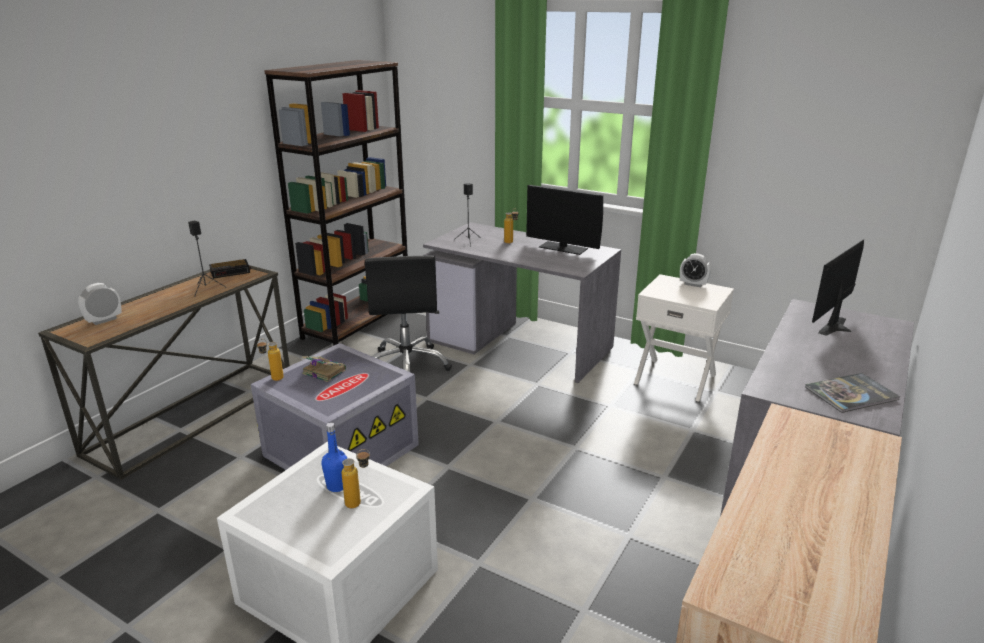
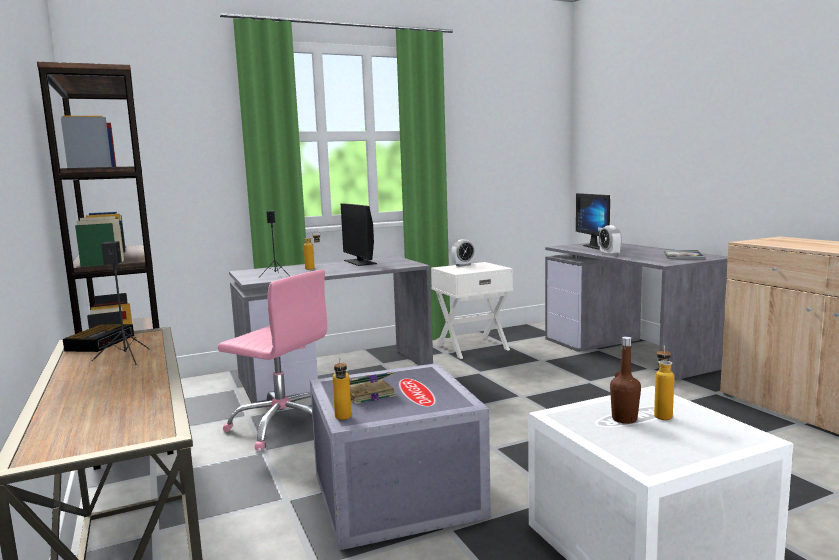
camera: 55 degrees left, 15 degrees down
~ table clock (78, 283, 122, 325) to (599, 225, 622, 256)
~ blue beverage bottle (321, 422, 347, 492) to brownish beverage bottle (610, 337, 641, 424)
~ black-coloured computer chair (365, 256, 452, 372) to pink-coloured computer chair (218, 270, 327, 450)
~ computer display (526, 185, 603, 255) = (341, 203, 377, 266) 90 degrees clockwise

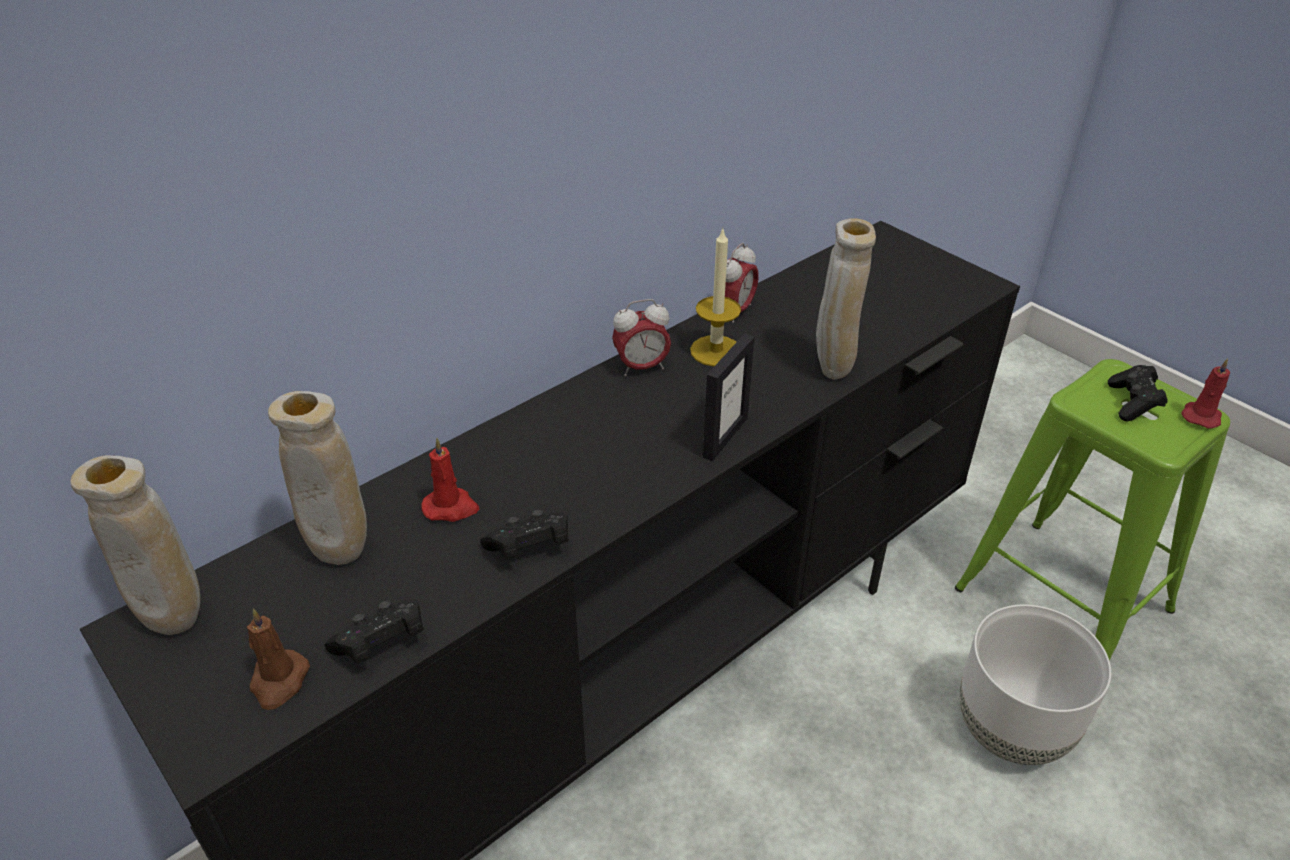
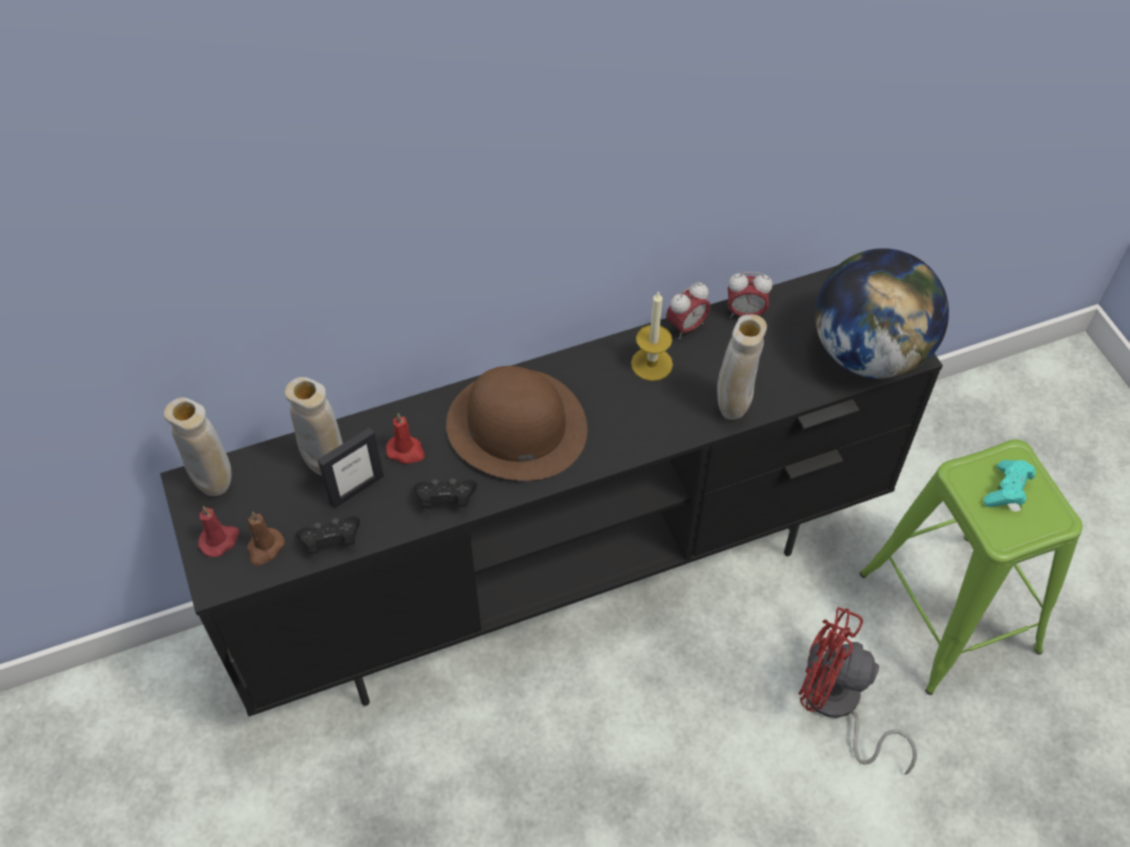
camera: 20 degrees right, 15 degrees up
+ brownish clothing hat (446, 366, 587, 481)
+ desk globe (815, 248, 949, 379)
~ table clock (612, 299, 671, 376) to (728, 272, 773, 318)
~ picture frame (702, 334, 754, 461) to (318, 427, 384, 509)
~ red-coloured candle (1181, 358, 1230, 429) to (198, 506, 239, 557)
~ white-coloured plant pot (960, 605, 1111, 765) to red-coloured cooling fan (798, 607, 917, 775)
~ black-coloured joypad (1108, 365, 1168, 421) to blue-green joypad (984, 460, 1036, 507)

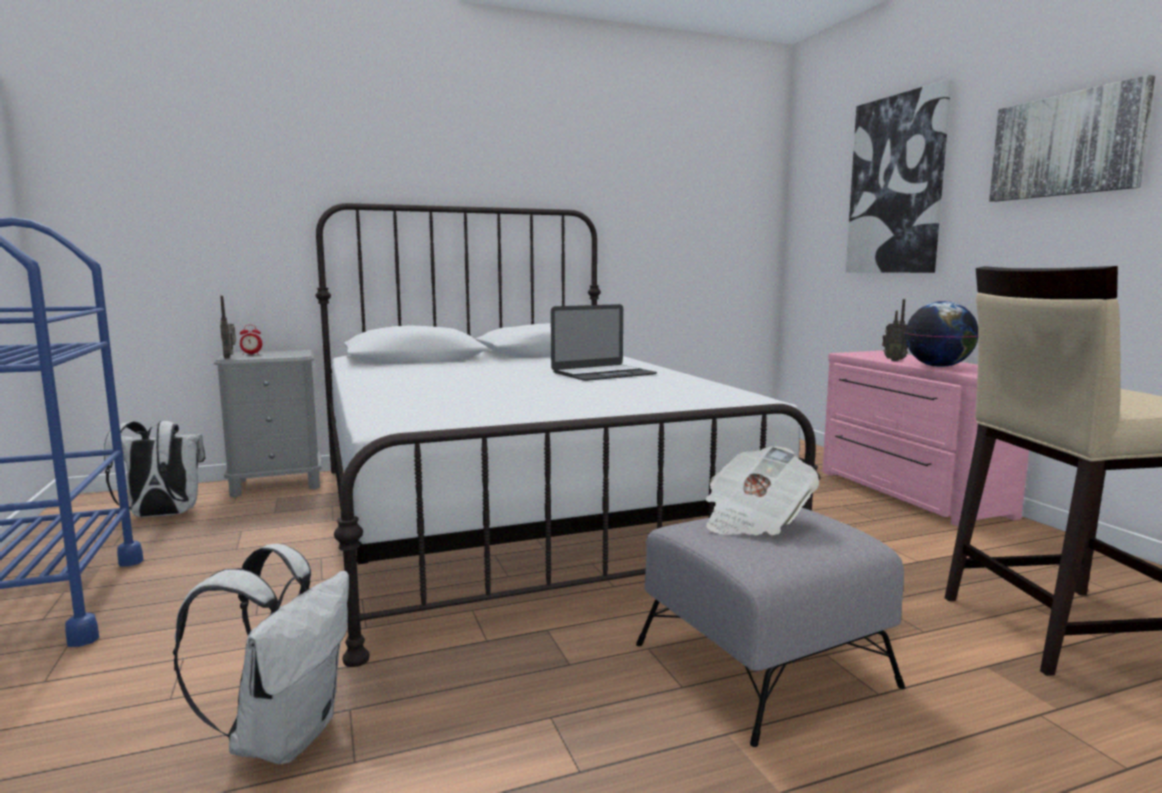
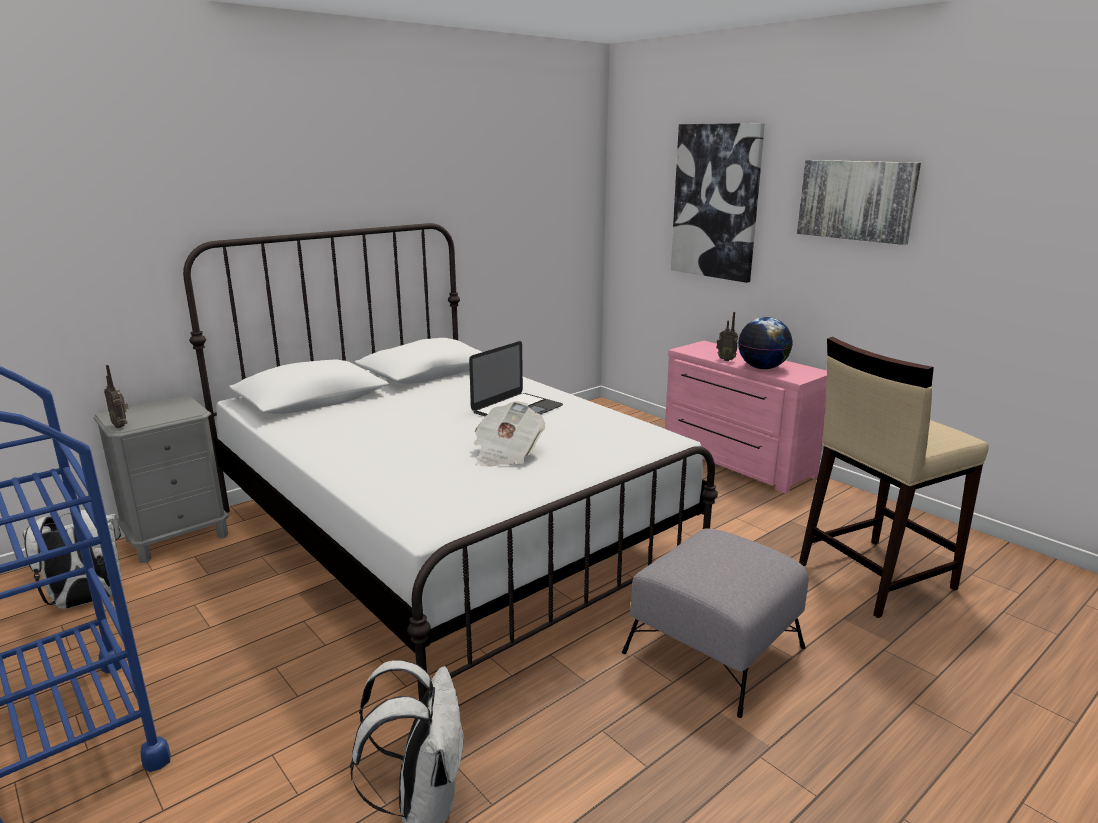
camera: 20 degrees left, 10 degrees up
- table clock (240, 325, 262, 355)
~ newspaper (706, 446, 819, 535) to (474, 401, 545, 467)

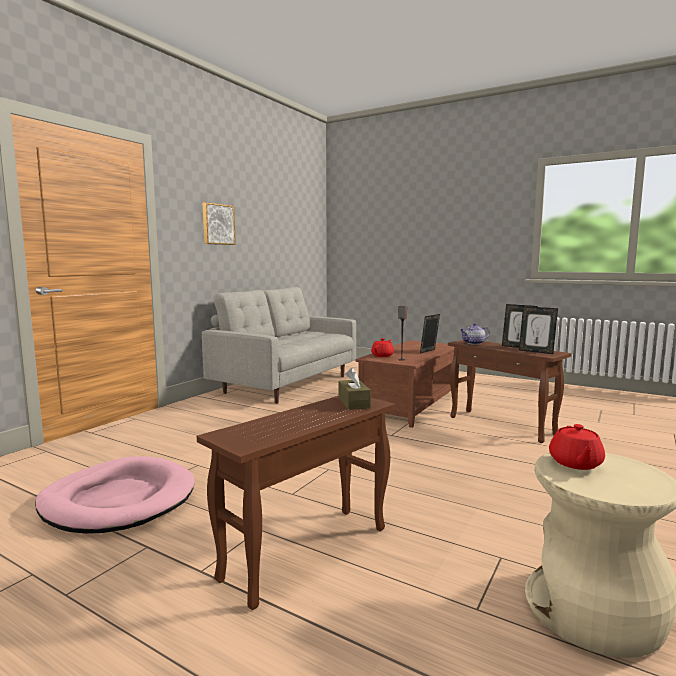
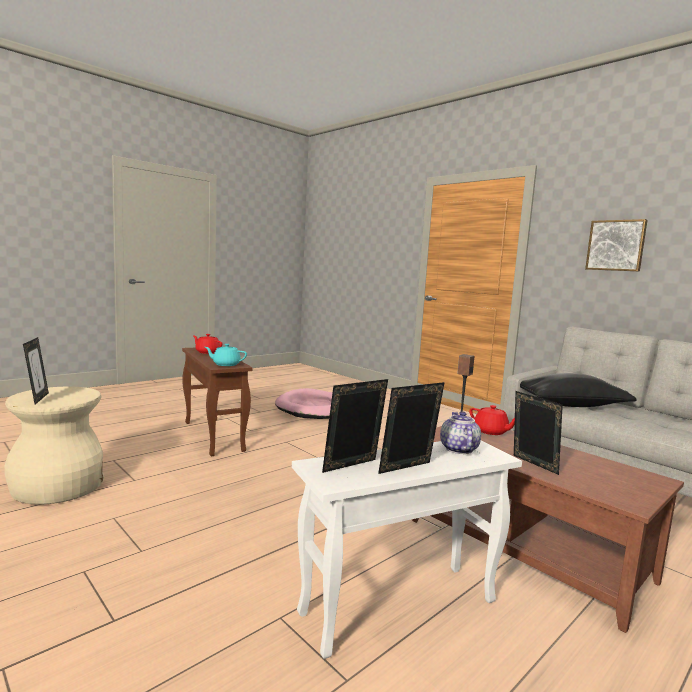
camera: 105 degrees right, 0 degrees up
+ picture frame (23, 337, 49, 405)
+ black-coloured cushion (520, 373, 636, 407)
~ red-coloured tea pot (549, 424, 605, 470) to (193, 334, 222, 354)
~ brownish tissue holder (339, 368, 371, 410) to blue-green tea pot (205, 344, 247, 366)
~ brownish end table (448, 340, 571, 443) to white-coloured end table (292, 441, 522, 659)

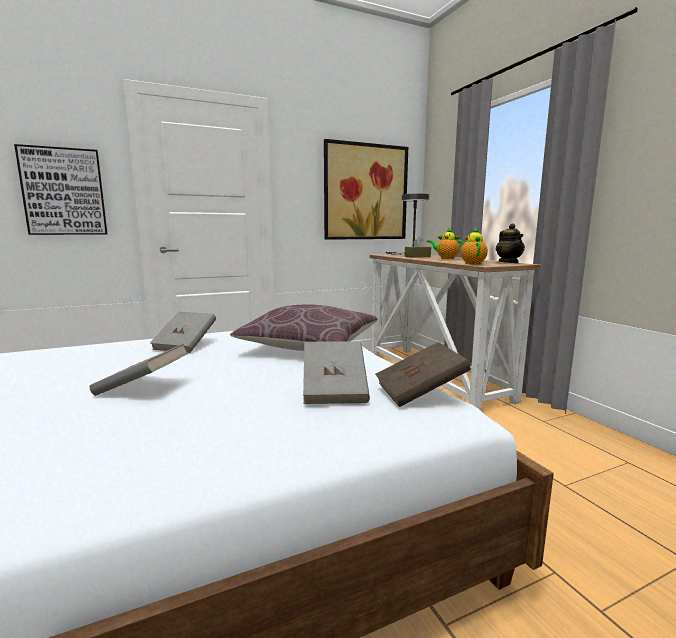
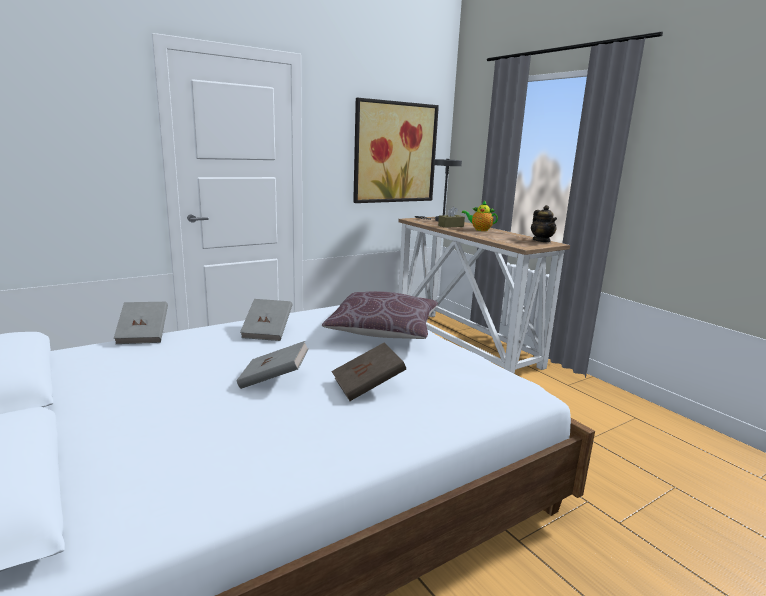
camera: 10 degrees left, 5 degrees up
- wall picture (14, 144, 107, 235)
- tea pot (461, 227, 488, 265)
~ greyish volume (303, 341, 370, 404) to (114, 302, 168, 344)
~ brownish volume (375, 342, 471, 407) to (331, 342, 406, 401)

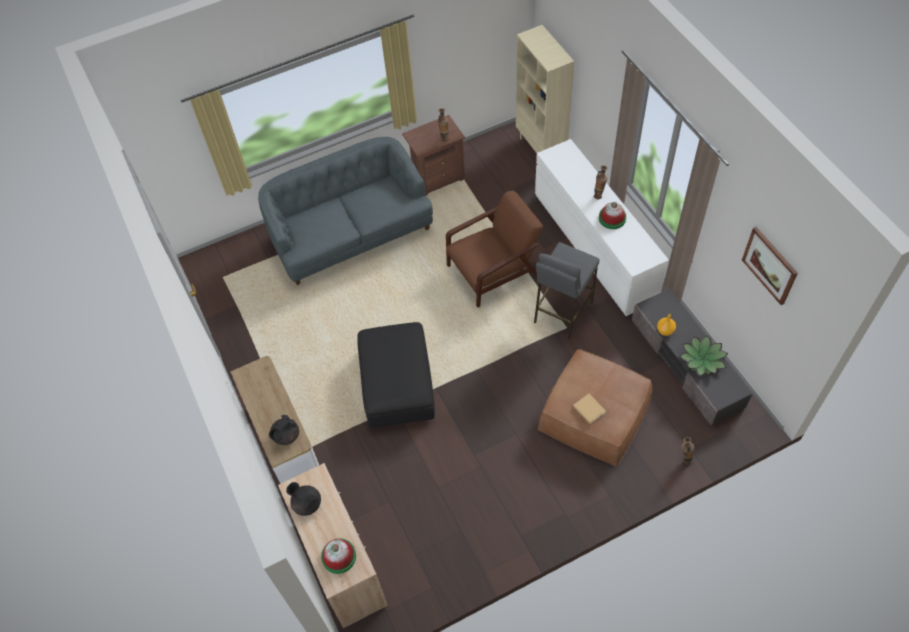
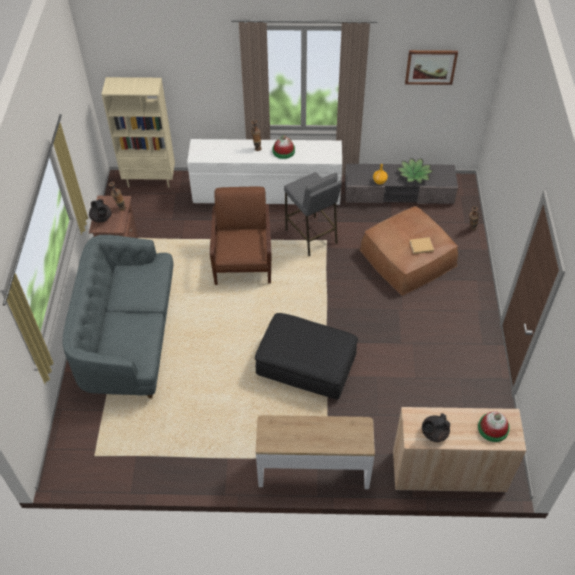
camera: 65 degrees left, 5 degrees down
~ black-coloured tea pot (269, 415, 299, 445) to (89, 199, 112, 223)

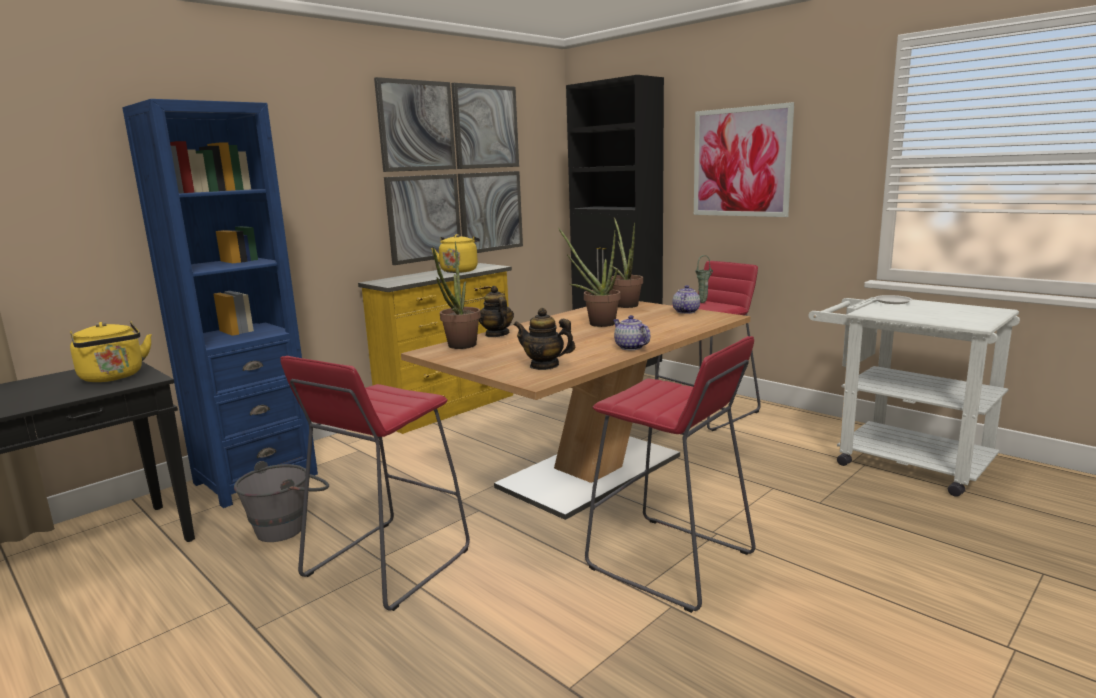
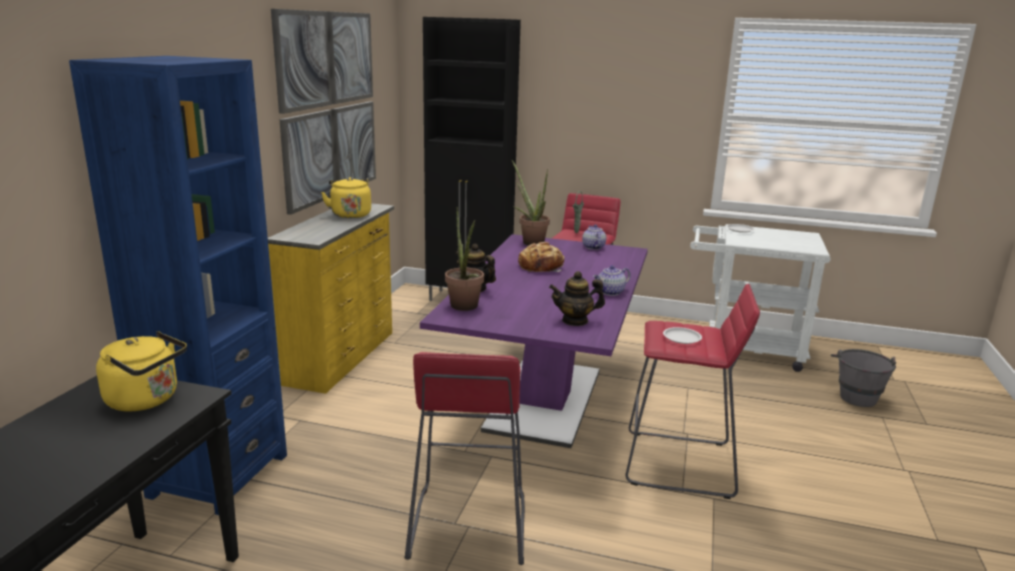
camera: 30 degrees left, 5 degrees up
- wall picture (694, 102, 794, 217)
+ white-coloured flat dish (663, 327, 702, 344)
~ greyish water bucket (234, 461, 329, 542) to (831, 349, 896, 407)
~ potted plant (558, 228, 621, 327) to bread (518, 242, 564, 272)
~ brownish dinner table (401, 301, 750, 520) to purplish dinner table (420, 234, 648, 448)
~ tea pot (613, 315, 651, 350) = (593, 265, 631, 296) 60 degrees counterclockwise

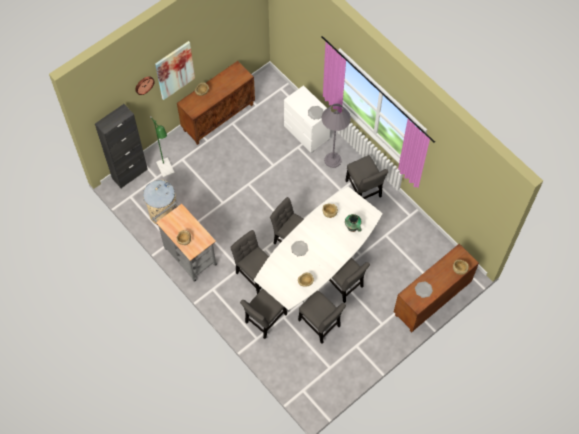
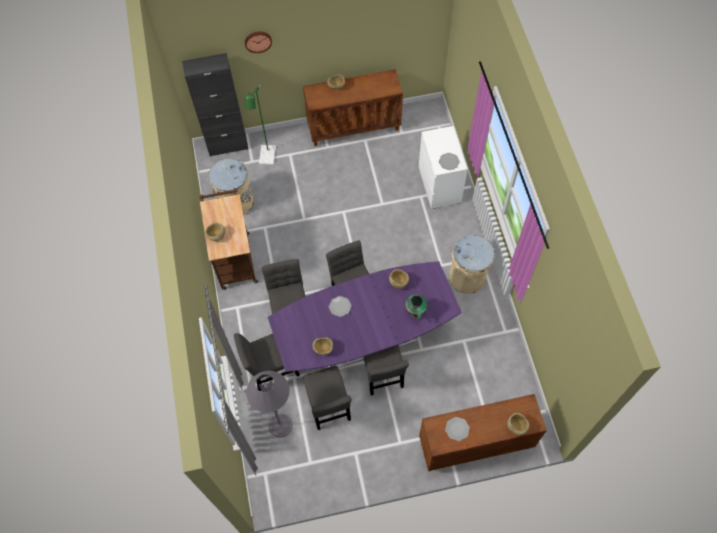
camera: 30 degrees right, 0 degrees up
- wall picture (155, 41, 195, 100)
~ greyish standard lamp (322, 104, 351, 168) to (246, 371, 292, 437)
~ greyish plain chair (345, 155, 388, 199) to beige waste bin (449, 235, 495, 294)
~ greyish cart (152, 201, 217, 282) to brownish cart (199, 188, 258, 290)
~ white-coloured dinner table (254, 186, 383, 310) to purplish dinner table (268, 261, 462, 372)

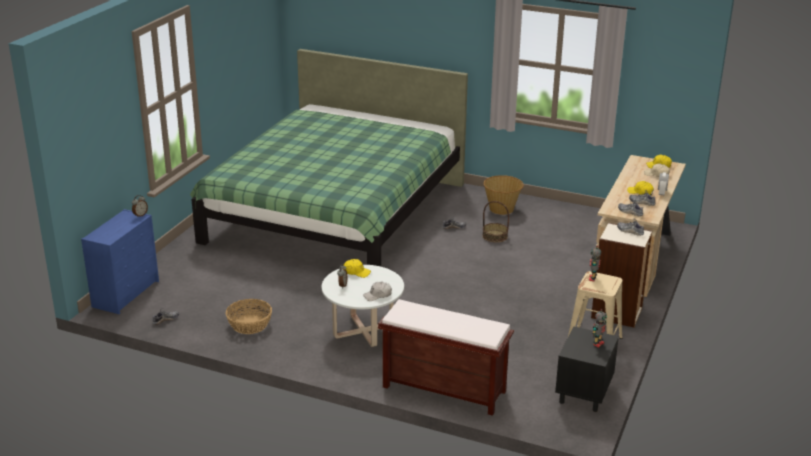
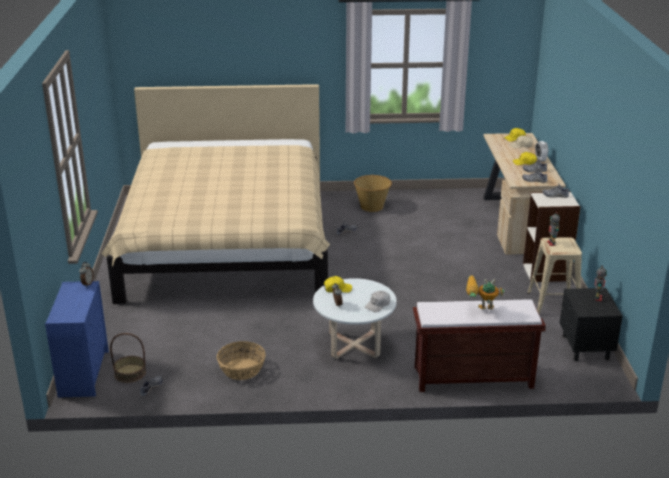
camera: 25 degrees left, 0 degrees up
+ model robot (466, 276, 505, 309)
~ household basket (482, 201, 509, 243) to (110, 333, 146, 383)
~ greenish bed (190, 49, 468, 267) to beige bed (101, 84, 330, 304)

